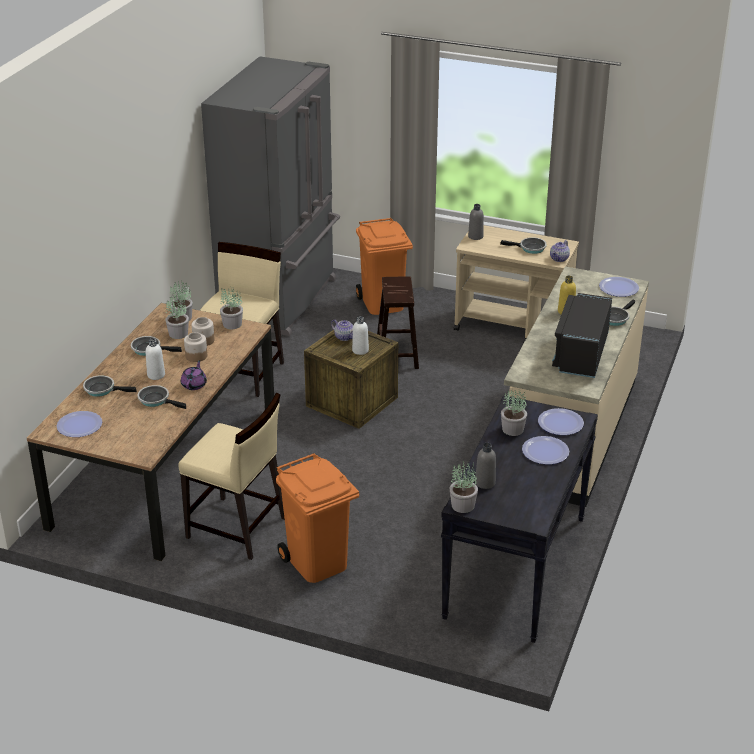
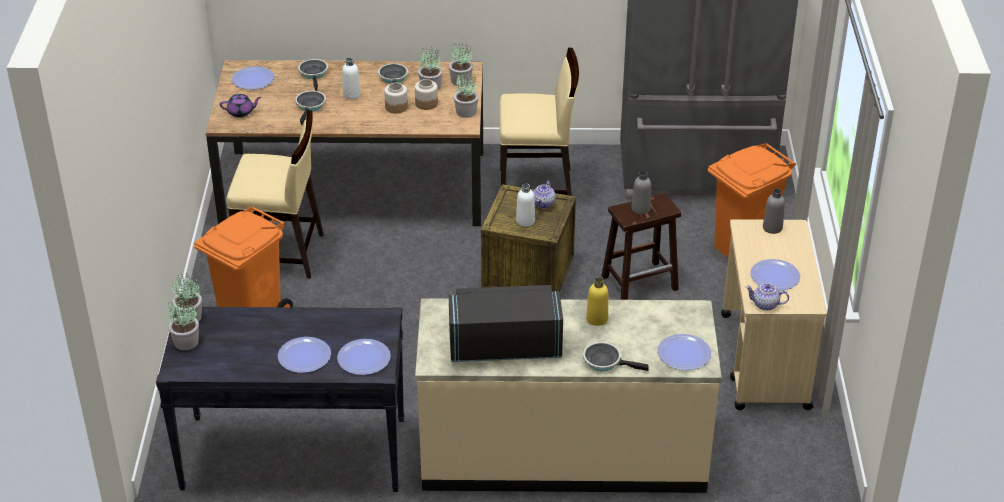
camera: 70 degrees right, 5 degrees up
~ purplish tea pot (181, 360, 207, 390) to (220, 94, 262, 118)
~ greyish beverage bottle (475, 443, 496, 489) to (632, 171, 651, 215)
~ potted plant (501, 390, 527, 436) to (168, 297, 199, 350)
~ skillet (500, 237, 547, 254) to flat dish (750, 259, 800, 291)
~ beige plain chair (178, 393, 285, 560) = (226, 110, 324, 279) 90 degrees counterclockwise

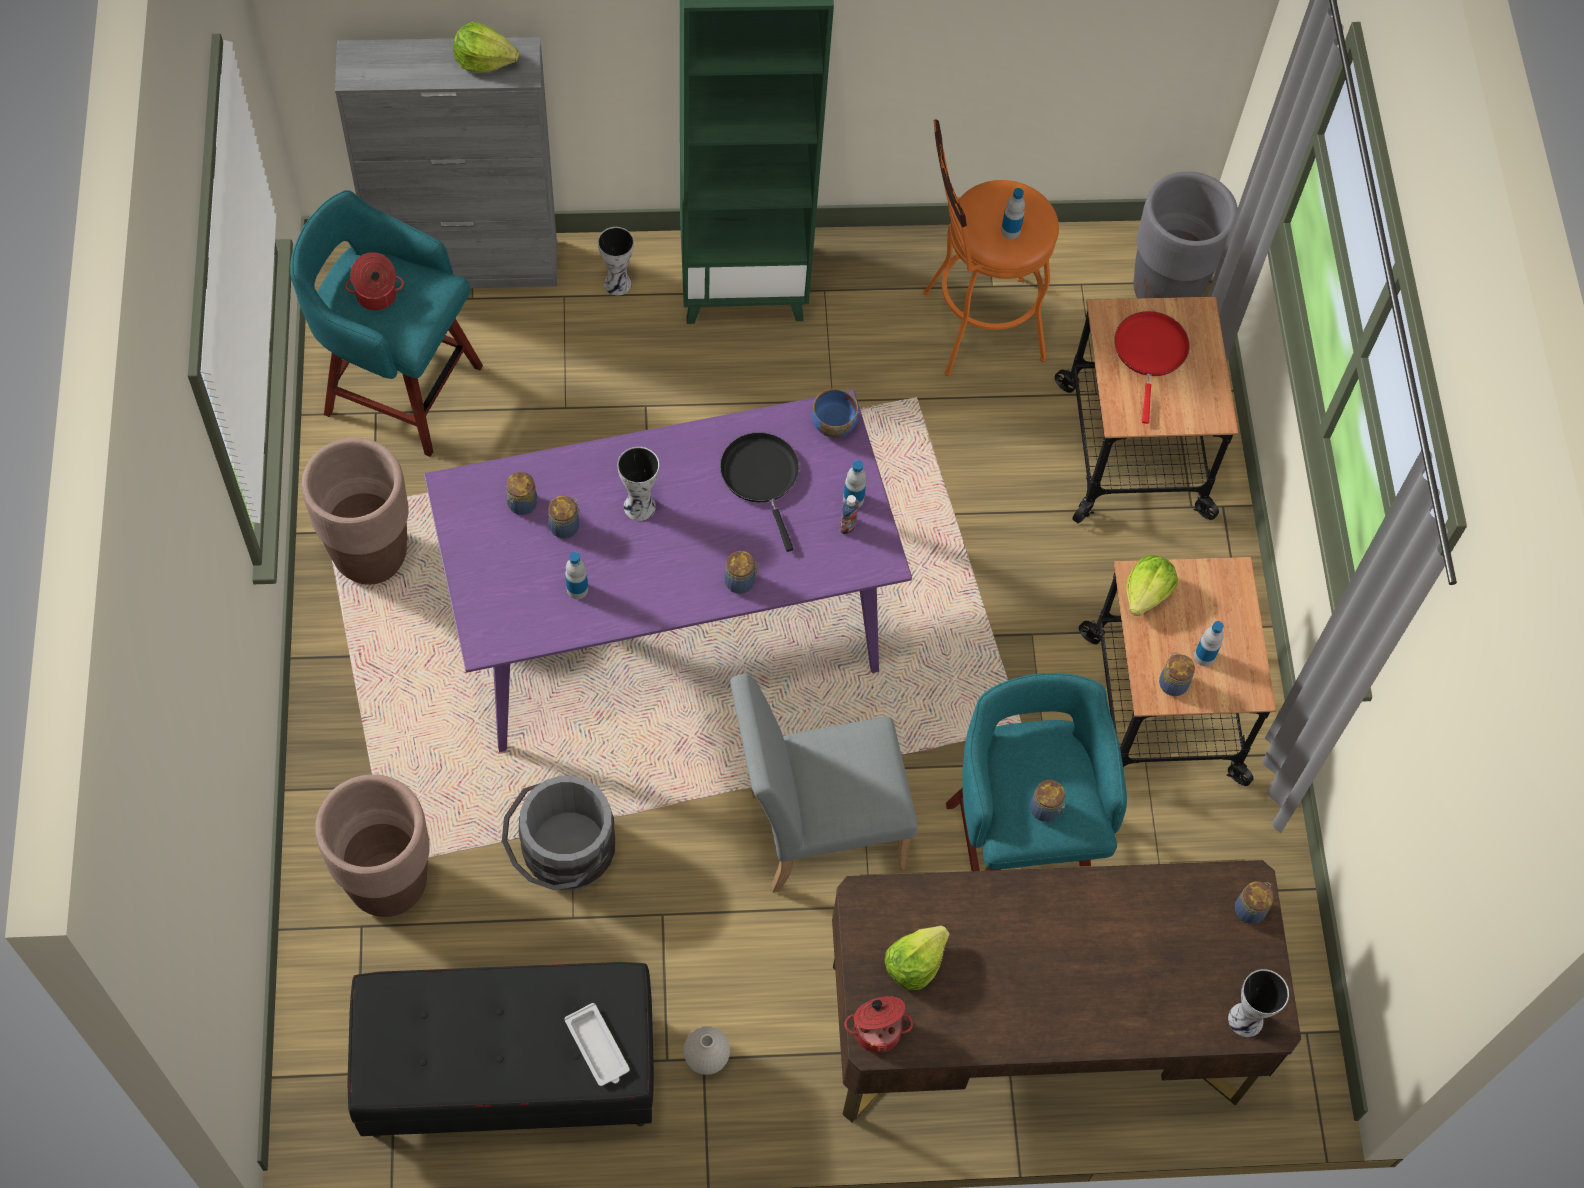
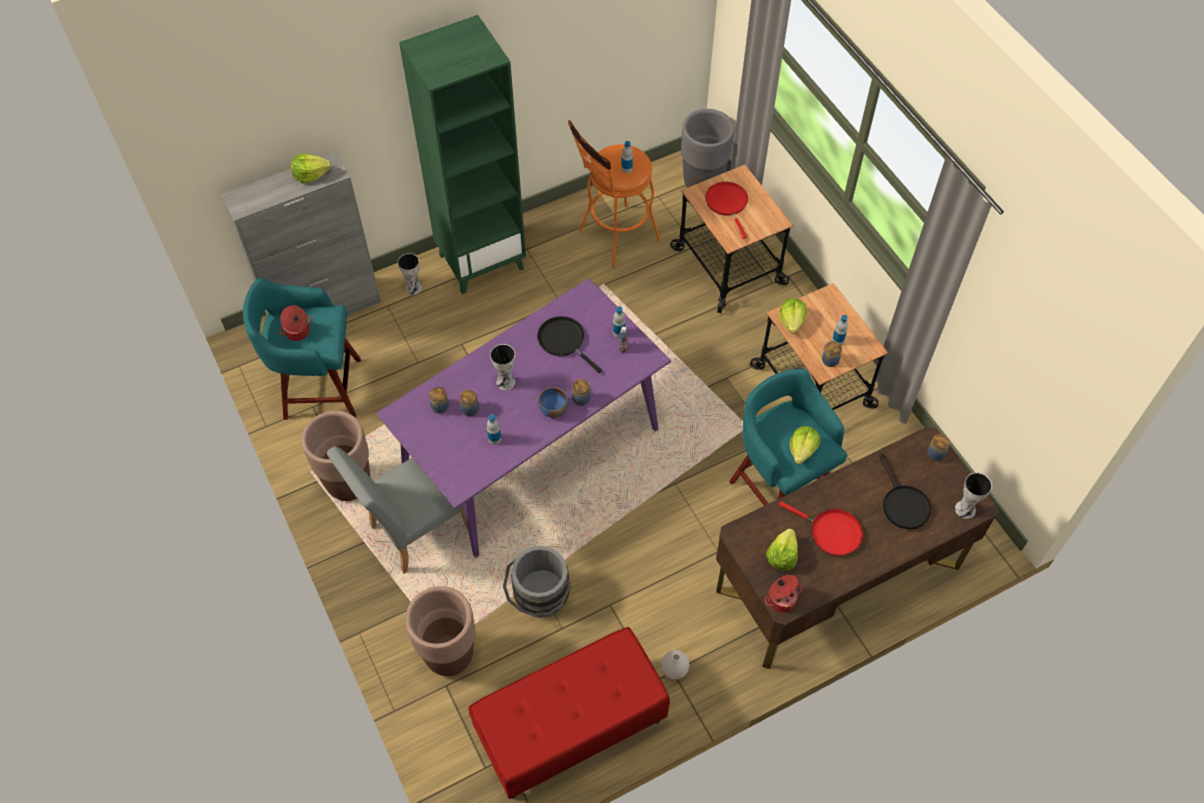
camera: 20 degrees left, 5 degrees down
- white-coloured carrying tray (564, 1003, 629, 1086)
+ red-coloured skillet (779, 501, 863, 556)
+ black-coloured skillet (879, 453, 931, 529)
~ greyish plain chair (730, 674, 918, 893) to (327, 446, 468, 574)
~ blue serving bowl (812, 388, 859, 438) to (538, 387, 568, 418)
~ preserve jar (1030, 780, 1065, 822) to lettuce (790, 426, 820, 464)
~ black-coloured bench (348, 962, 654, 1138) to red-coloured bench (468, 627, 670, 799)

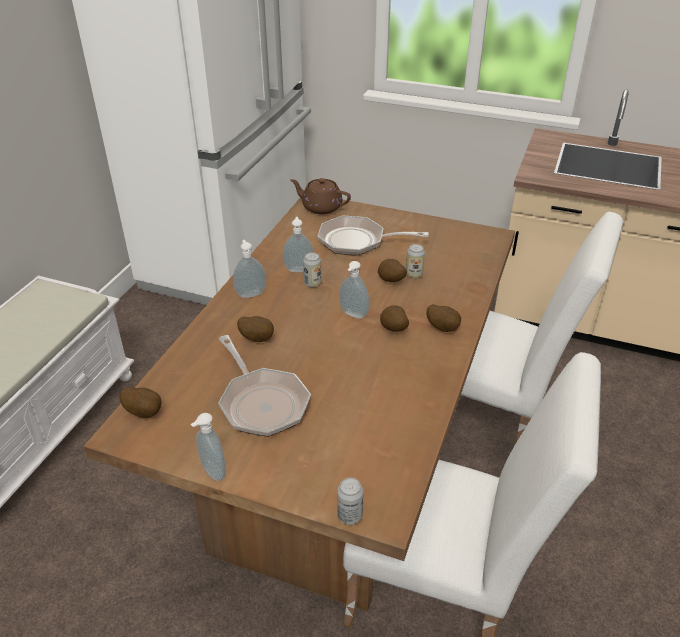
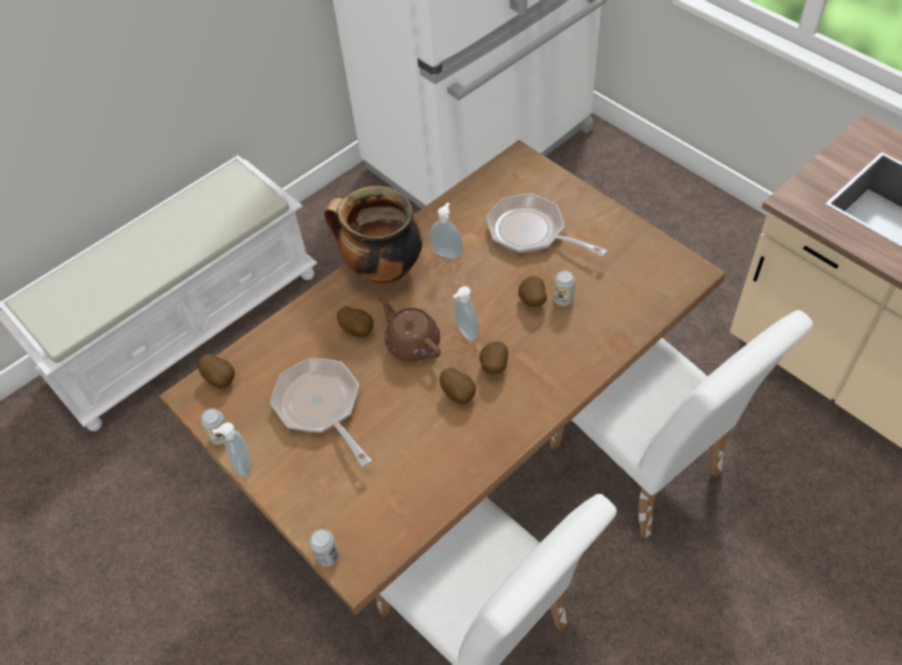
camera: 30 degrees right, 15 degrees up
~ brownish tea pot (290, 178, 351, 214) to (379, 297, 441, 361)
~ sealed can (303, 252, 321, 287) to (201, 408, 226, 445)
~ whole potato (426, 304, 461, 332) to (440, 368, 476, 405)
~ soap dispenser (233, 240, 266, 298) to saucepot (324, 186, 422, 284)
~ skillet (218, 335, 311, 437) = (270, 358, 372, 467) 150 degrees clockwise

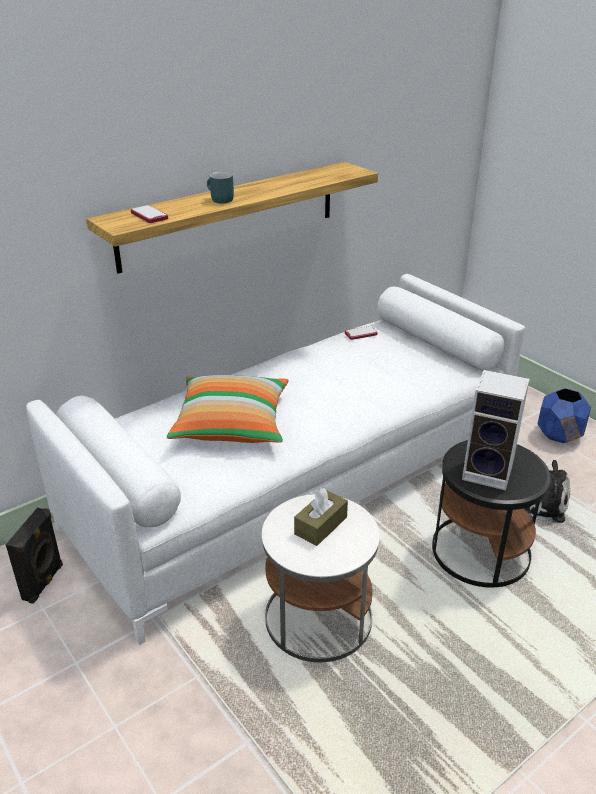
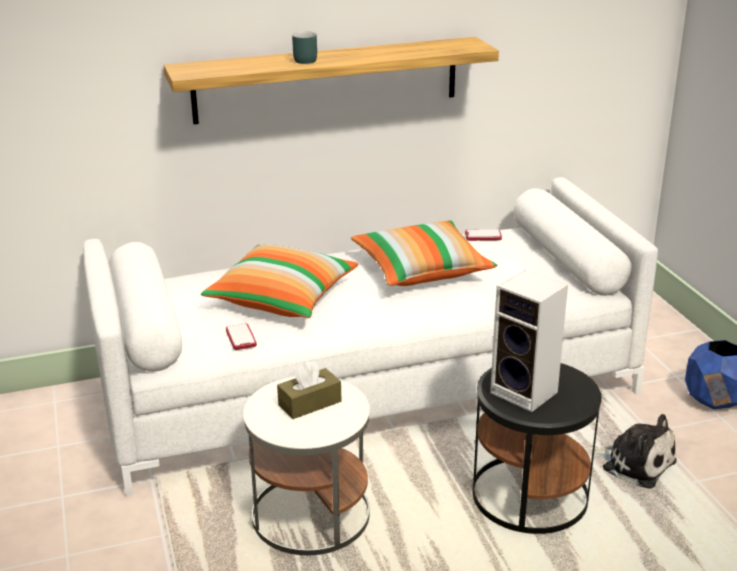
camera: 20 degrees right, 5 degrees down
- black-coloured loudspeaker (5, 508, 63, 604)
+ cushion (351, 221, 497, 286)
~ handset (131, 205, 168, 223) to (226, 323, 257, 350)

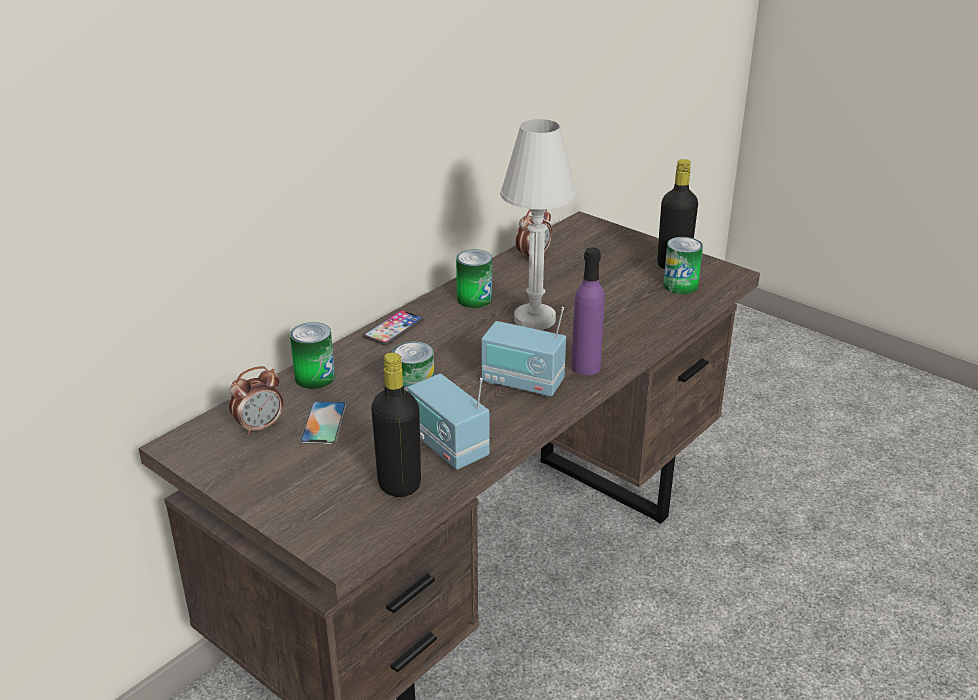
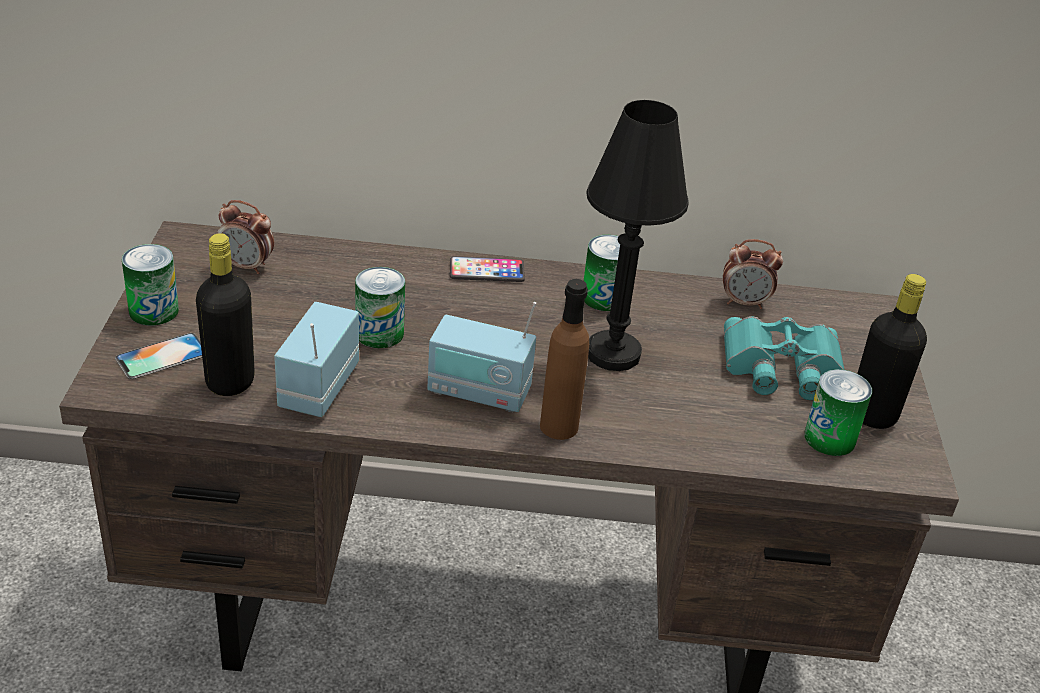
camera: 50 degrees right, 5 degrees up
+ blue-green field glasses (724, 316, 844, 400)
~ sealed can (290, 322, 335, 389) to (122, 244, 179, 326)
~ handset (300, 401, 347, 444) to (115, 333, 202, 379)
~ white-coloured table lamp (500, 119, 576, 330) to black-coloured table lamp (586, 100, 689, 371)
~ purplish beverage bottle (571, 247, 605, 375) to brownish beverage bottle (540, 279, 589, 440)
~ radio (481, 307, 566, 397) = (427, 302, 536, 413) 60 degrees counterclockwise

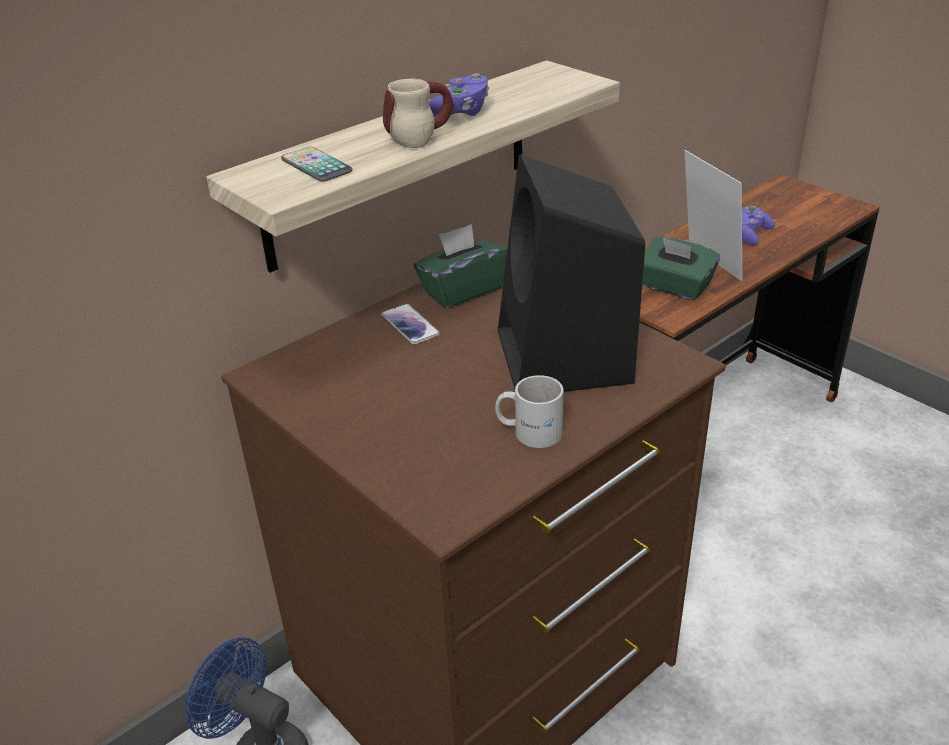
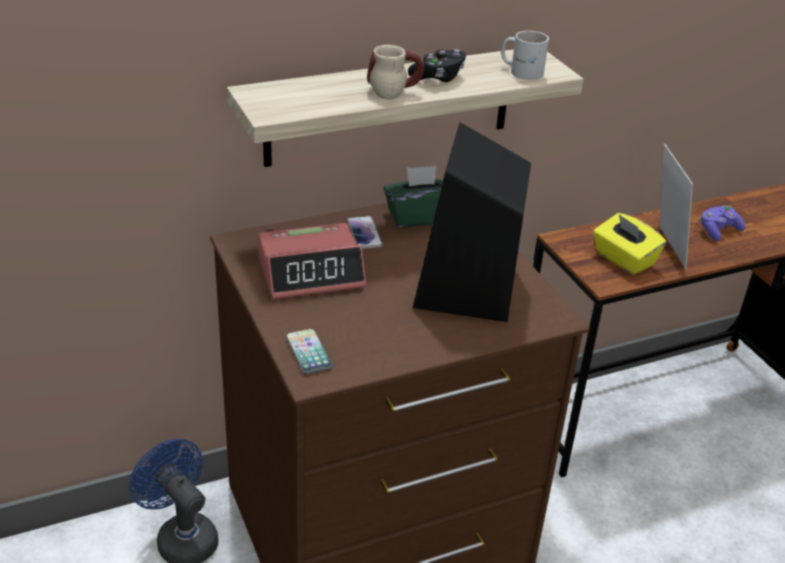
camera: 15 degrees right, 0 degrees up
+ table clock (258, 223, 366, 299)
~ handset (281, 147, 352, 182) to (285, 329, 333, 374)
~ white-coloured coffee mug (495, 375, 563, 448) to (501, 31, 549, 80)
~ purplish joypad (429, 73, 489, 116) to black-coloured joypad (408, 49, 466, 82)
~ greenish tissue holder (642, 237, 720, 300) to yellow-coloured tissue holder (593, 213, 666, 275)

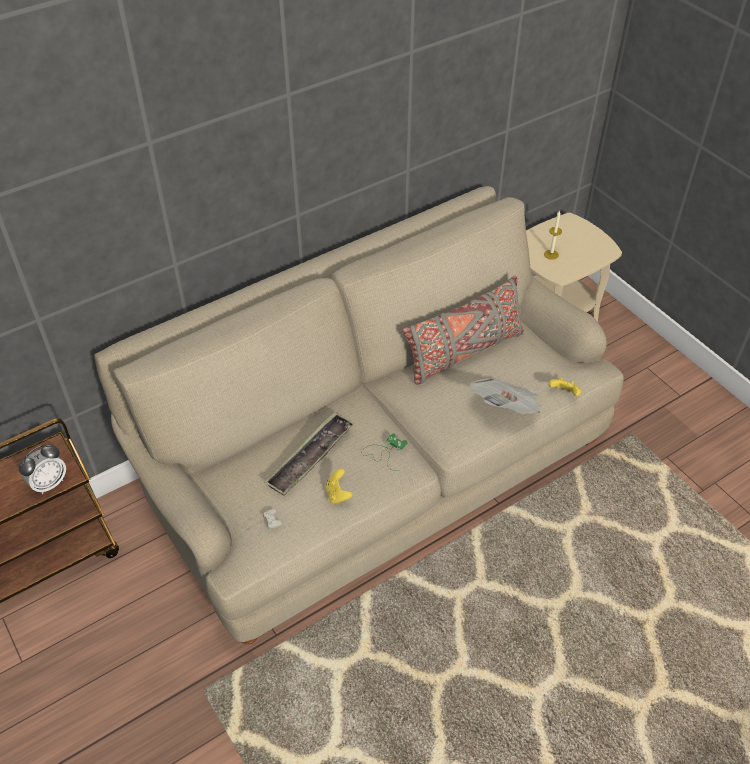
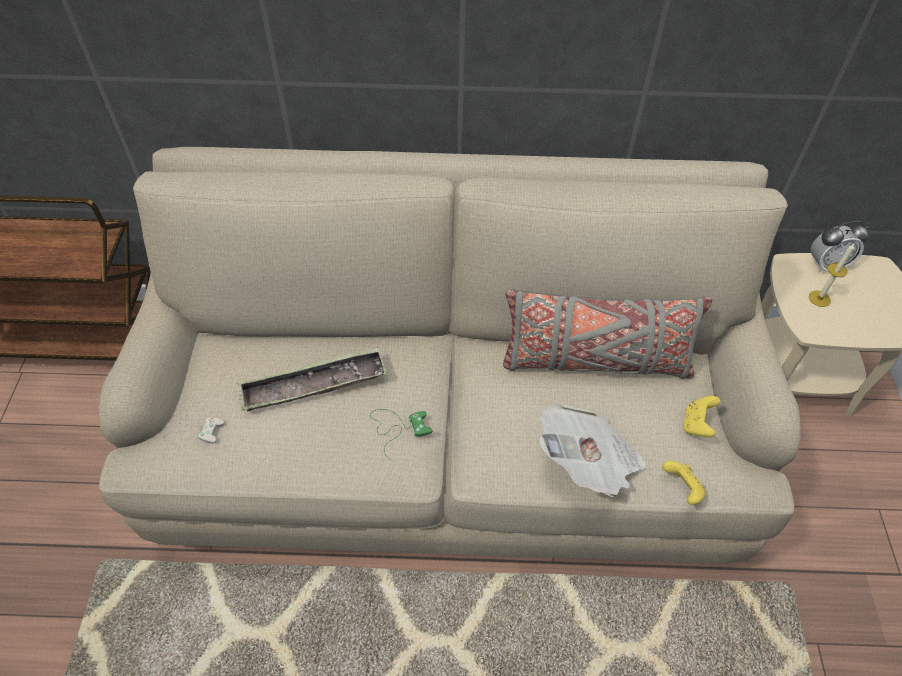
camera: 35 degrees right, 5 degrees up
~ table clock (19, 445, 66, 494) to (811, 221, 869, 273)
~ yellow-coloured joypad (325, 469, 353, 504) to (683, 396, 721, 437)

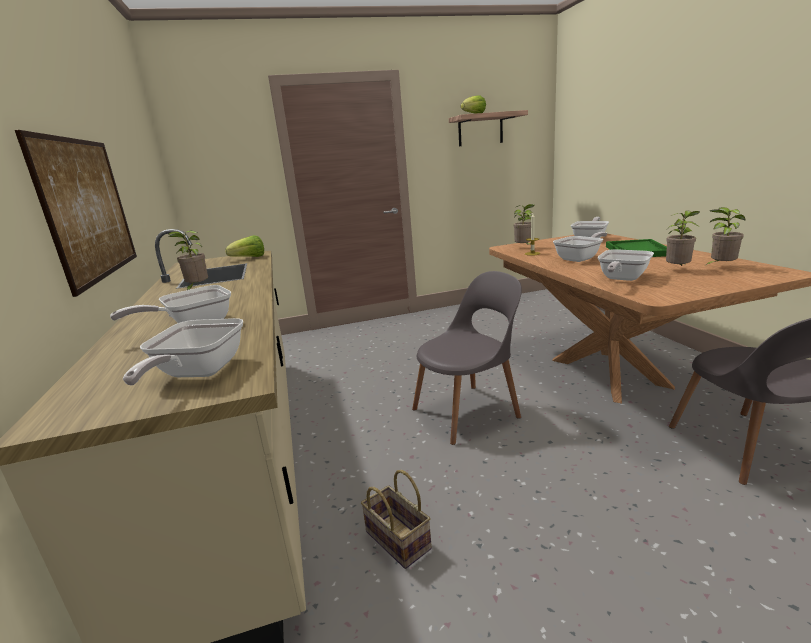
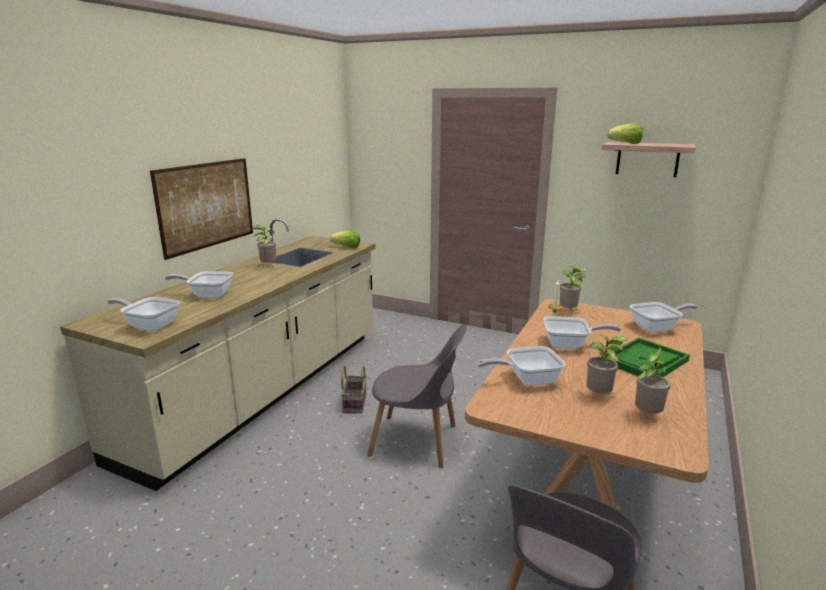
camera: 40 degrees right, 0 degrees up
~ household basket (361, 470, 432, 569) to (341, 365, 367, 413)
~ skillet (123, 318, 243, 386) = (107, 297, 180, 331) 60 degrees clockwise

